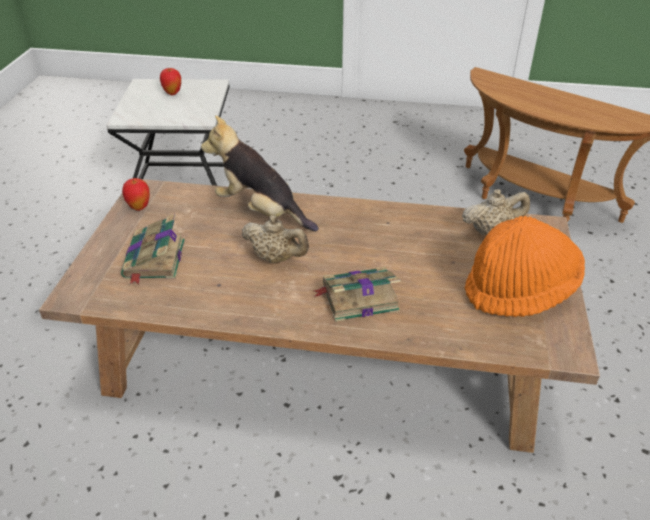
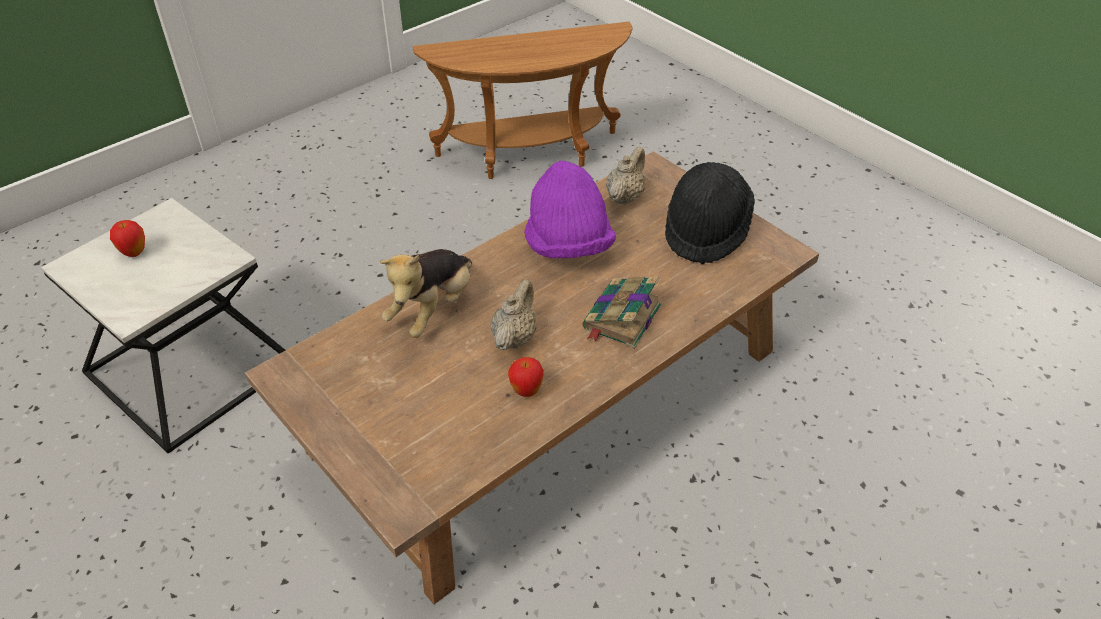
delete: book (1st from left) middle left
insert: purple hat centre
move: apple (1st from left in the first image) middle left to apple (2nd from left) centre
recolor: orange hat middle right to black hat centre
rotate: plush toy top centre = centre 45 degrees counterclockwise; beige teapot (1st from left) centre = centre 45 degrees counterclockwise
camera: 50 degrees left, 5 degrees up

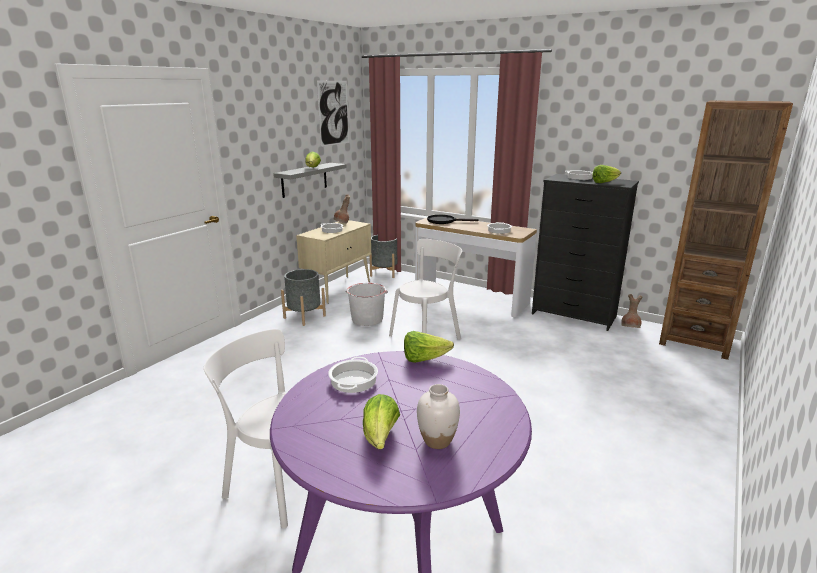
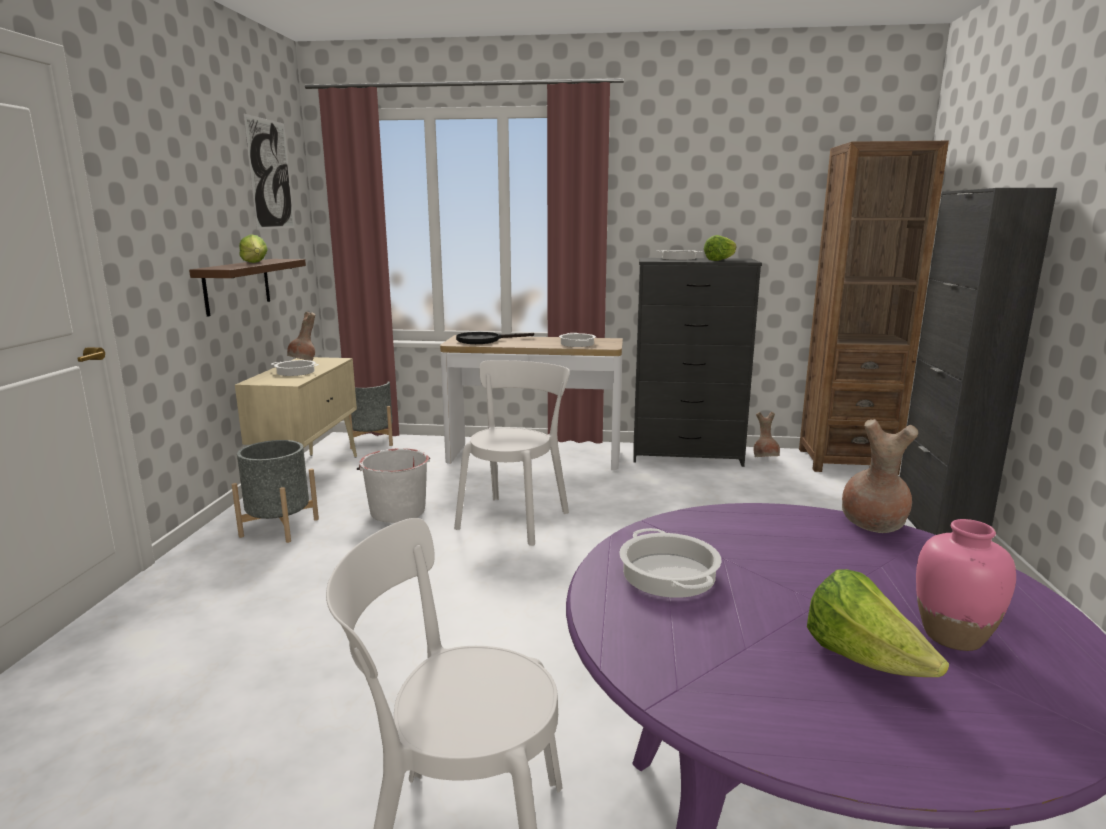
delete: lettuce (3rd from left) centre
insert: brown vase (3rd from left) middle right; black cabinet middle right
recolor: grey shelf top centre to brown shelf middle left; white vase bottom centre to pink vase bottom right
camera: 25 degrees left, 5 degrees down

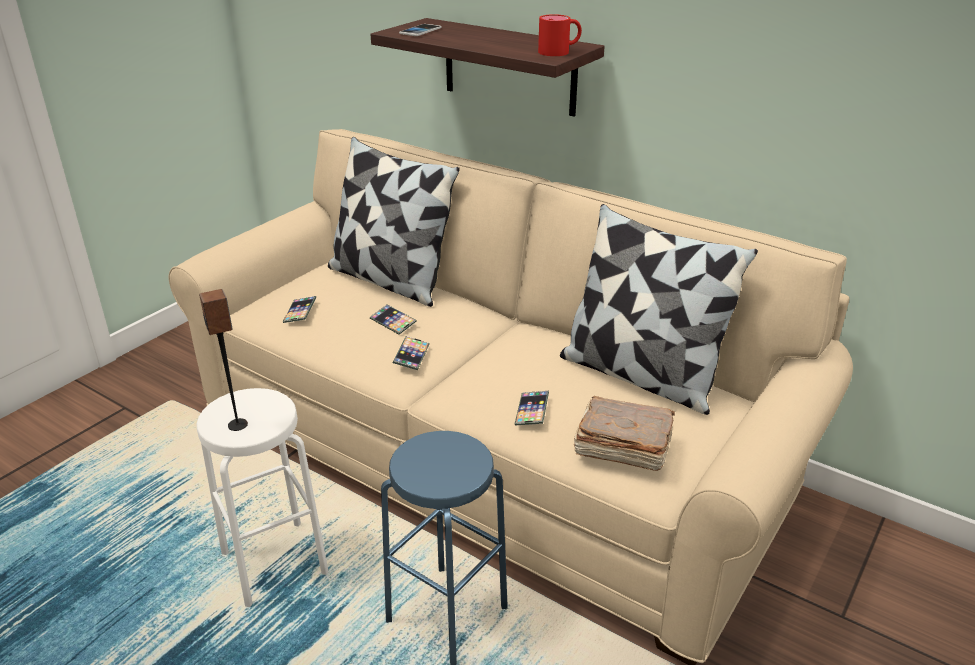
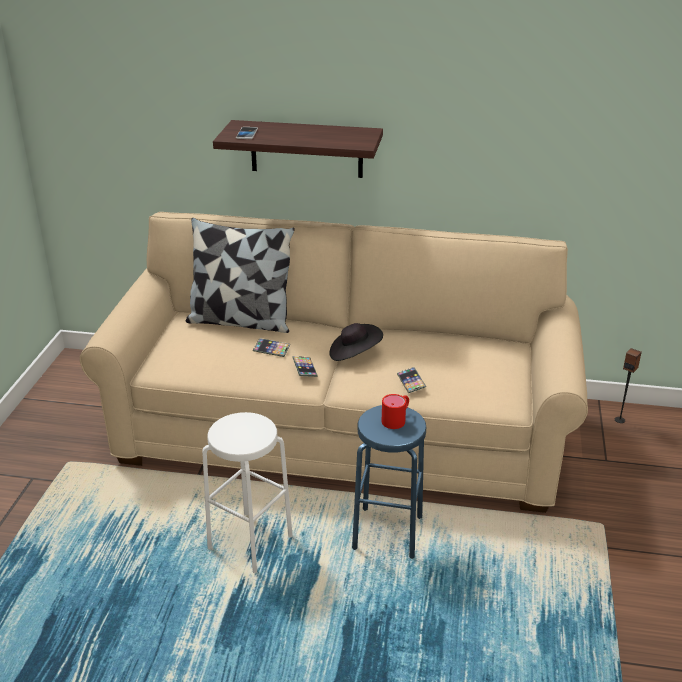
delete: phone (1st from left) middle left; pillow (2nd from left) middle right; brown book centre
insert: black hat centre
move: speaker middle left to middle right; red mug top centre to centre
camera: 25 degrees left, 0 degrees up

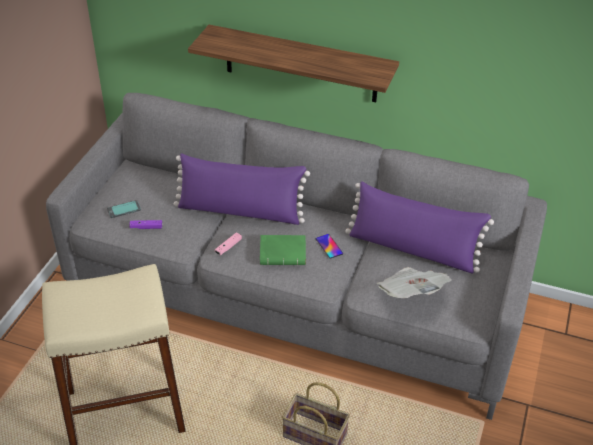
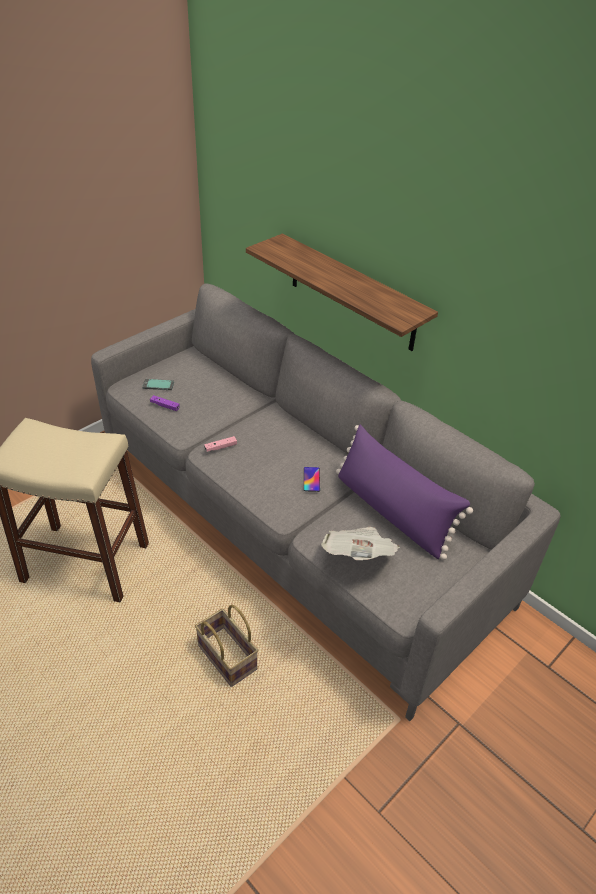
delete: purple pillow (1st from left) centre; green book centre
camera: 25 degrees right, 0 degrees up

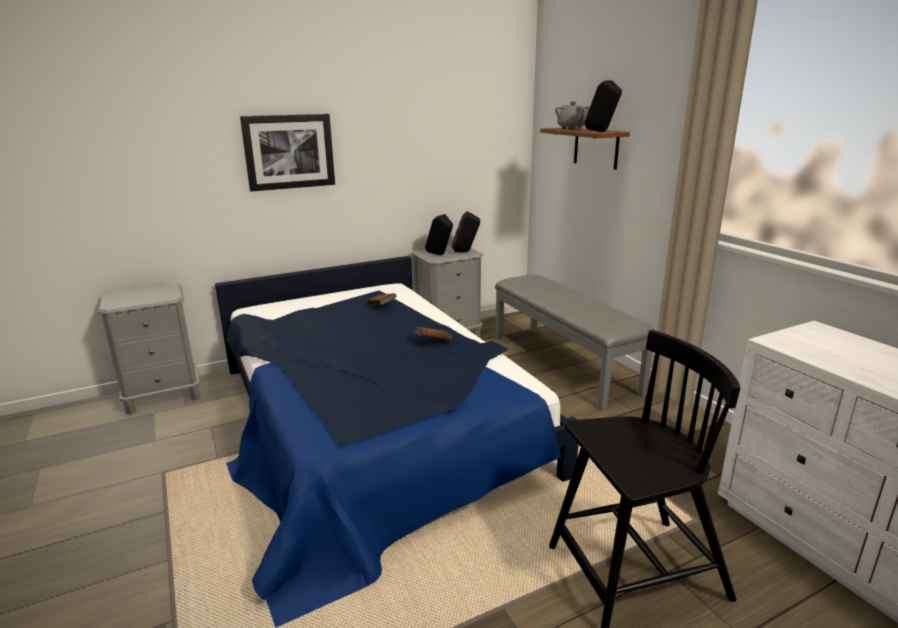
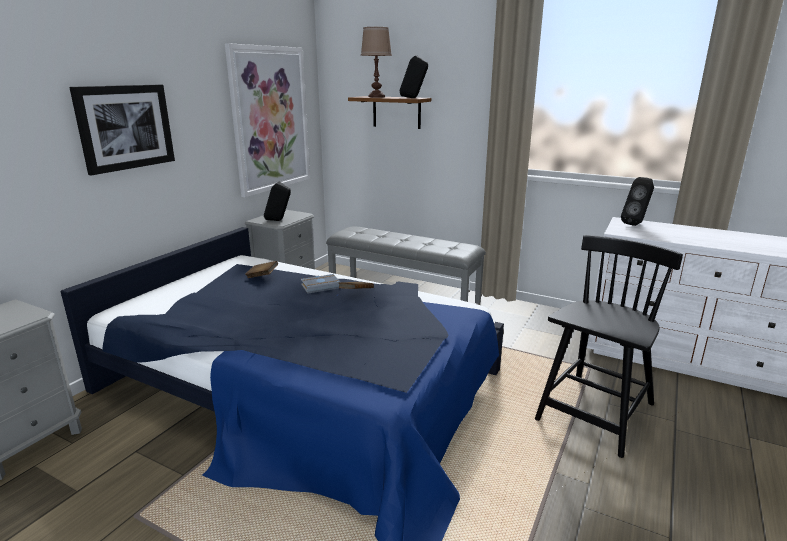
insert: picture (2nd from left) top centre; grey book centre
move: black speaker (2nd from left in the first image) centre to black speaker (3rd from left) middle right
replace: grey teapot top centre to brown table lamp top centre
camera: 35 degrees left, 0 degrees up

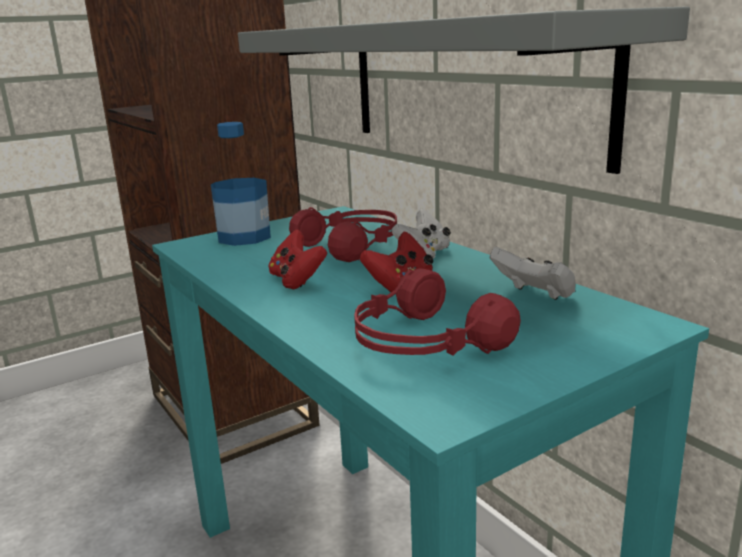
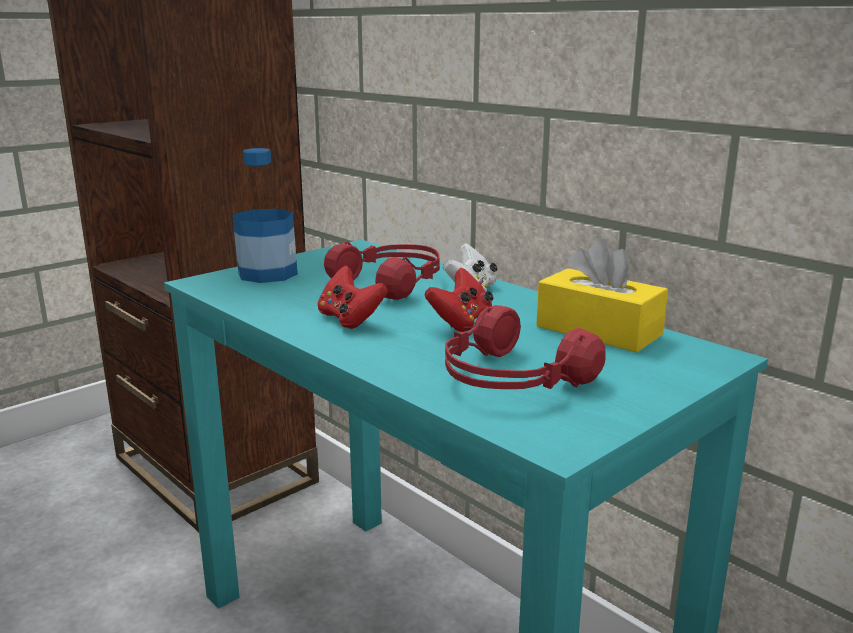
delete: grey shelf top centre
replace: white game controller (2nd from left) middle right to yellow tissue box middle right
camera: 10 degrees left, 0 degrees up

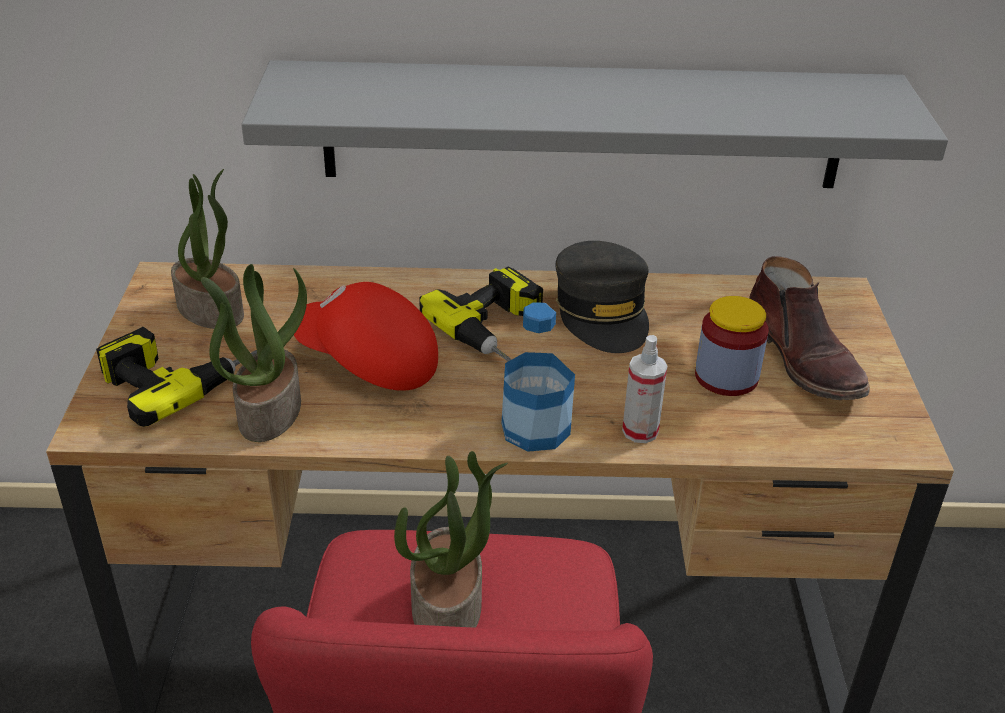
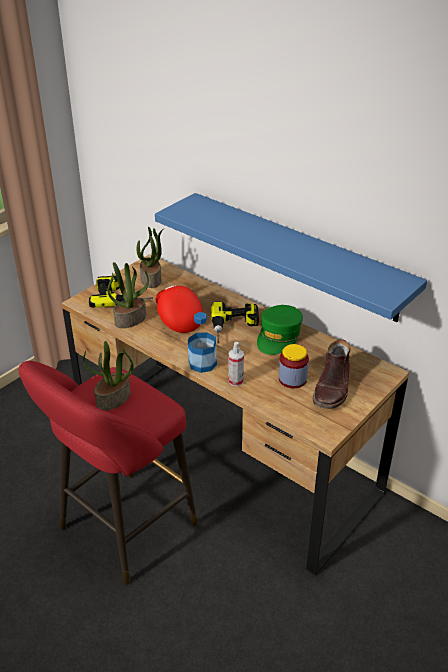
recolor: grey shelf top centre to blue shelf centre; grey cap centre to green cap centre
camera: 40 degrees right, 0 degrees up

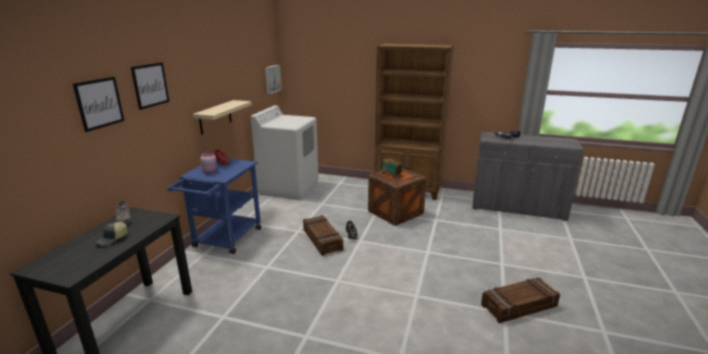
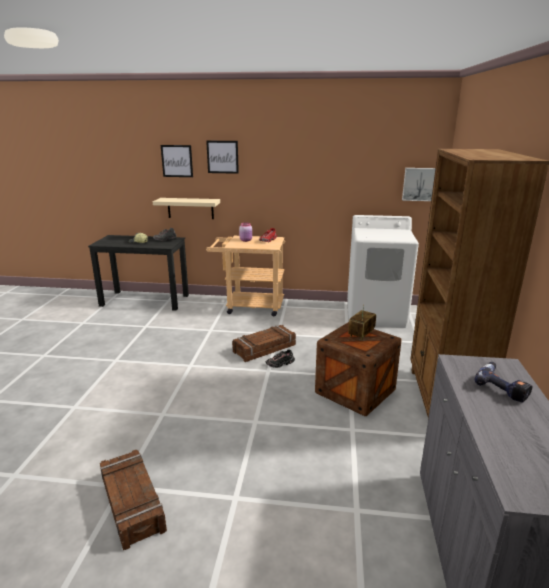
move: beige shelf top left to centre
recolor: blue cart middle left to beige cart centre
camera: 80 degrees right, 0 degrees up

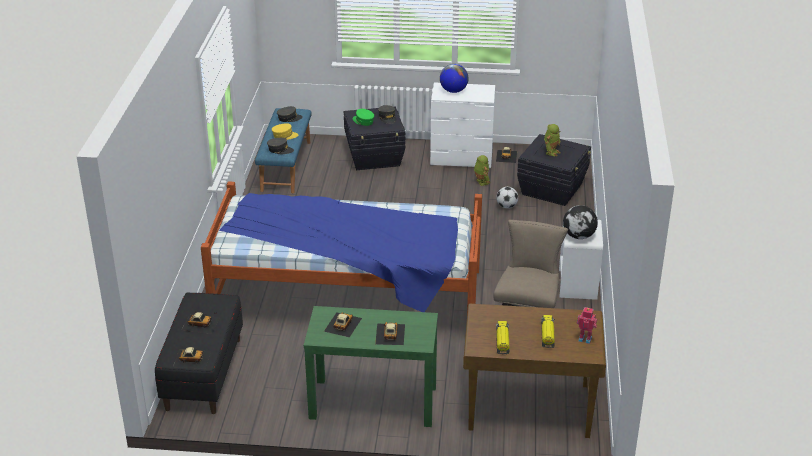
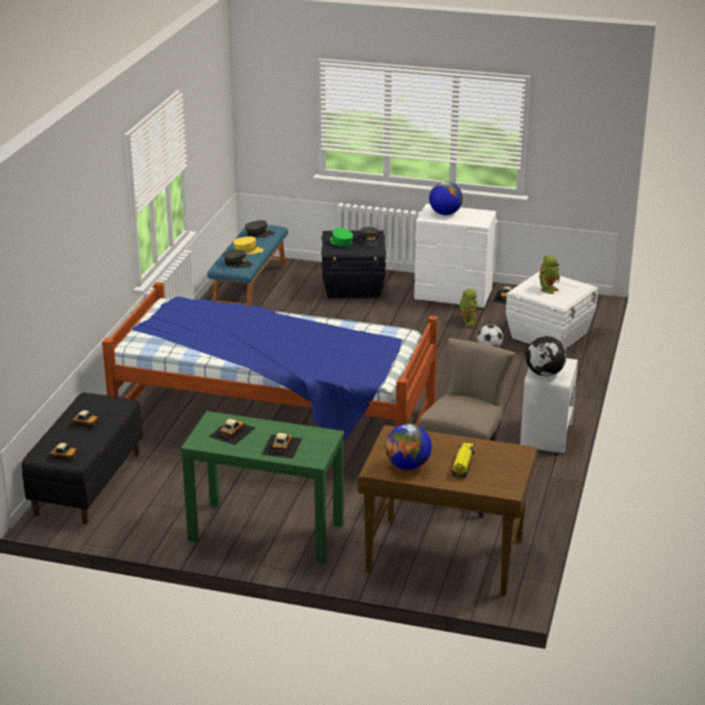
delete: toy robot (3rd from left) bottom right
replace: toy truck (1st from left) bottom centre to globe (1st from left) centre
recolor: black storage box (2nd from left) middle right to white storage box middle right
camera: 10 degrees right, 5 degrees down

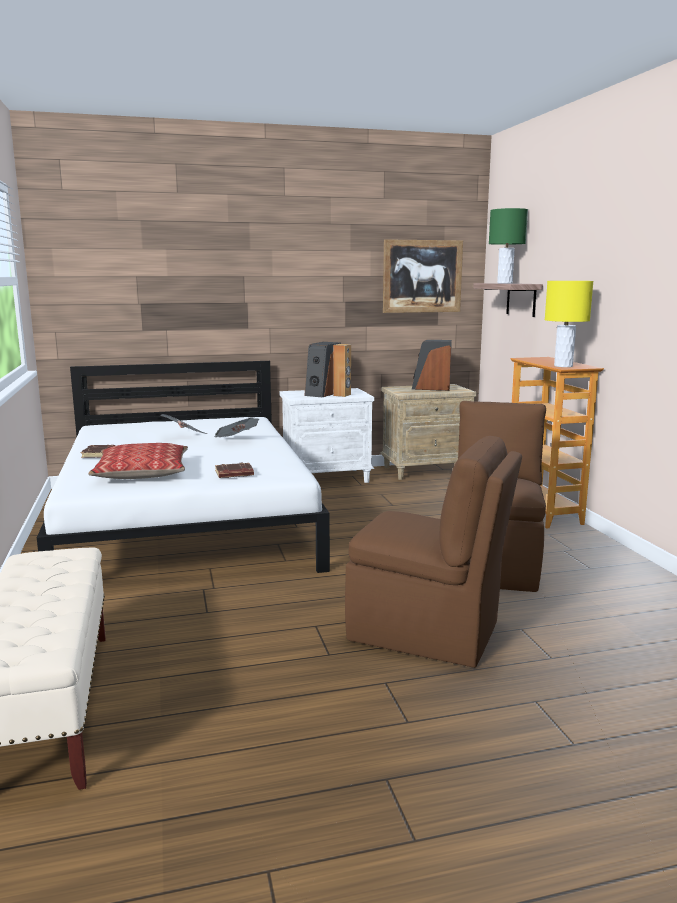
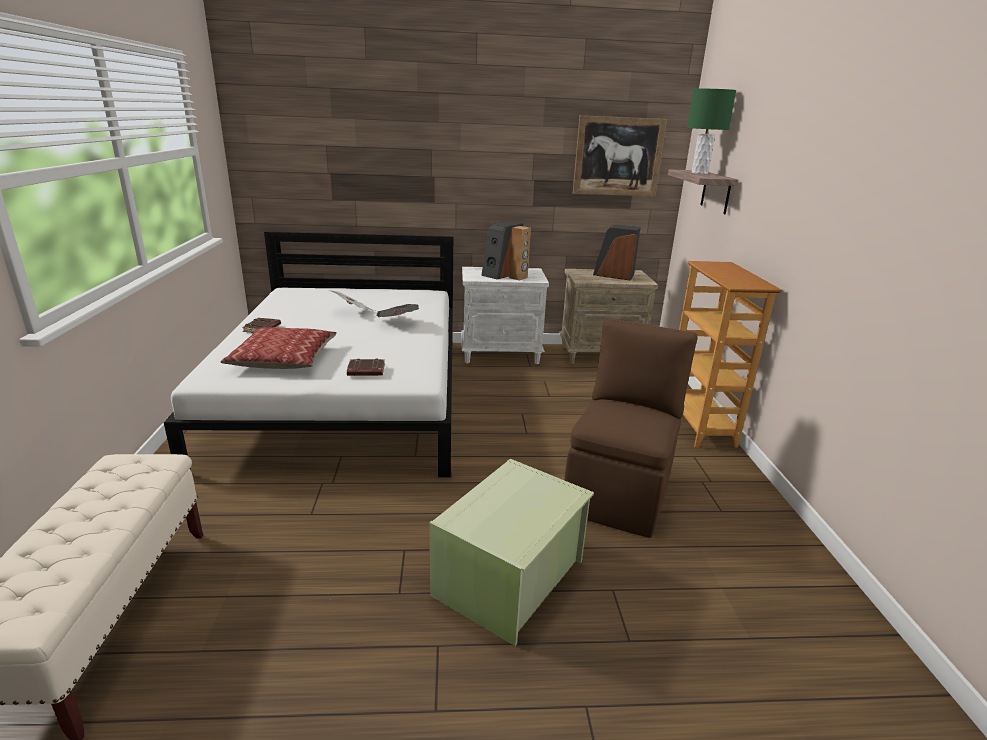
delete: yellow table lamp middle right
replace: brown chair (1st from left) centre to green storage box bottom centre
camera: 10 degrees right, 10 degrees up

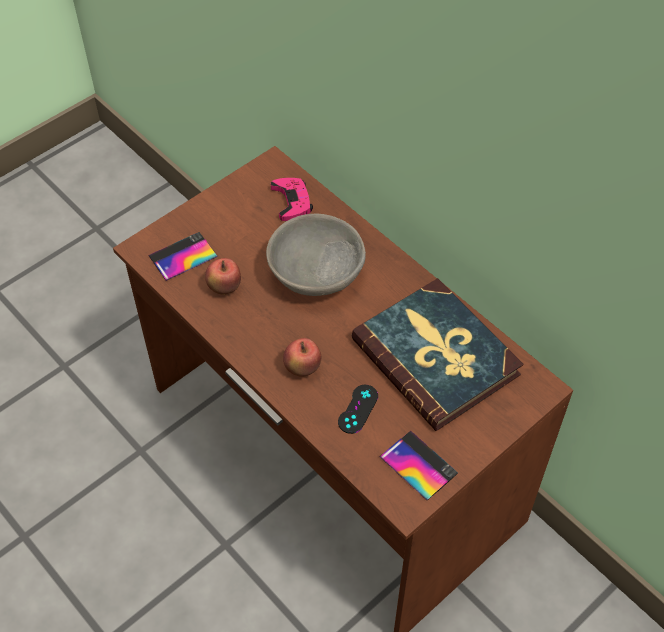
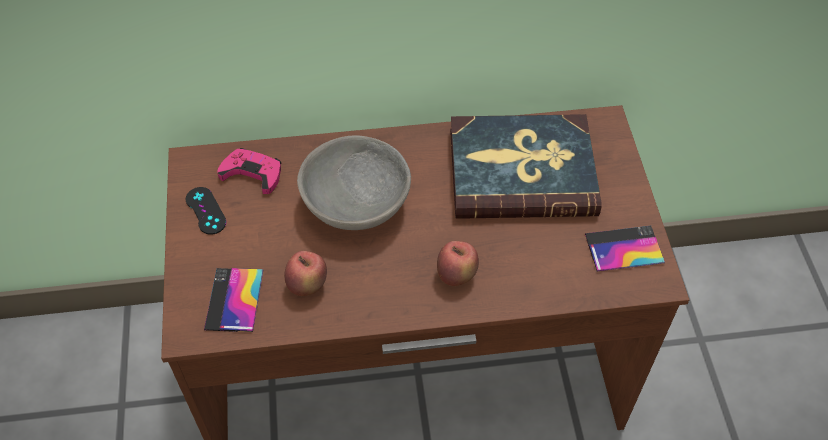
move: black game controller centre to middle left
camera: 55 degrees left, 0 degrees up

